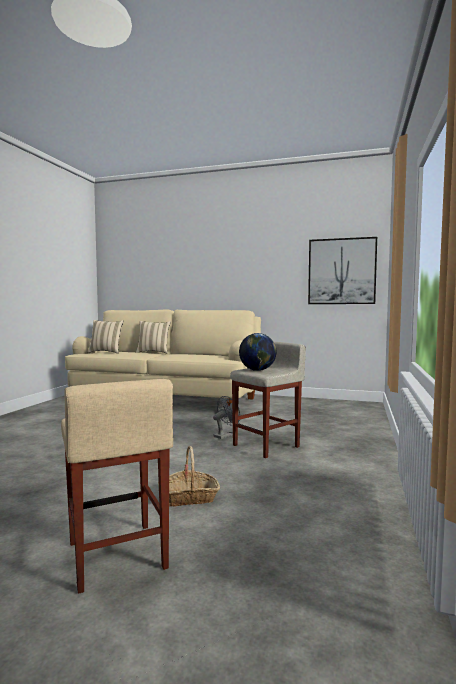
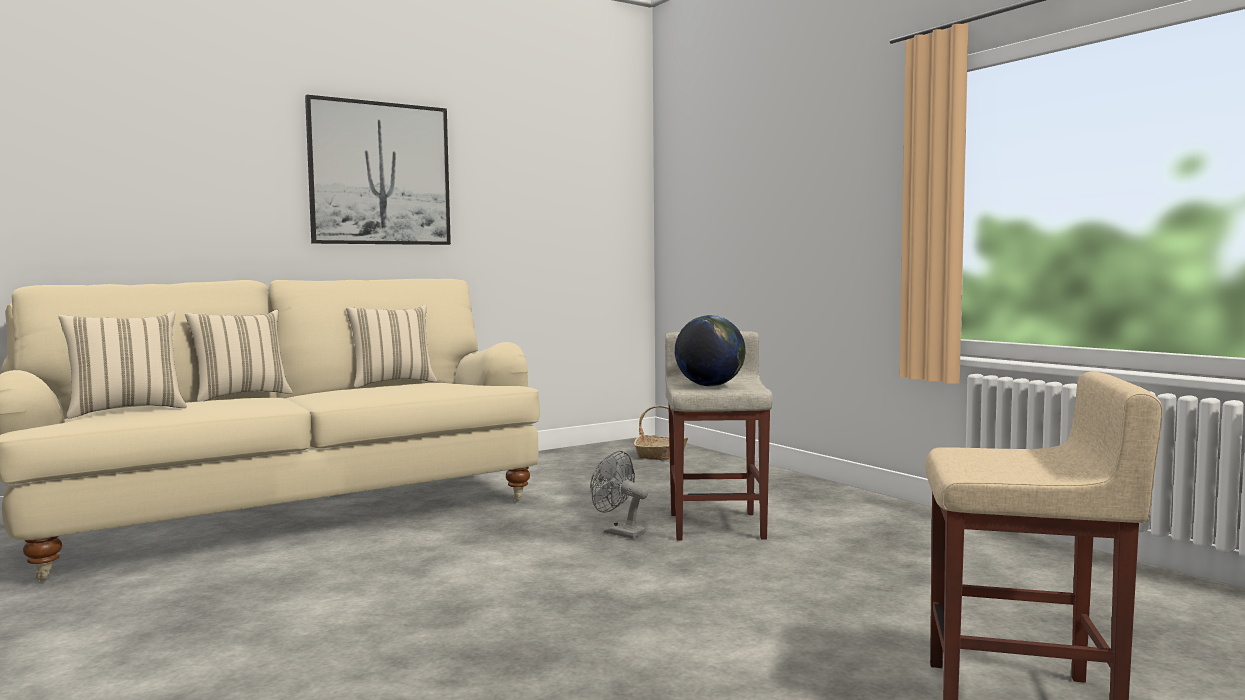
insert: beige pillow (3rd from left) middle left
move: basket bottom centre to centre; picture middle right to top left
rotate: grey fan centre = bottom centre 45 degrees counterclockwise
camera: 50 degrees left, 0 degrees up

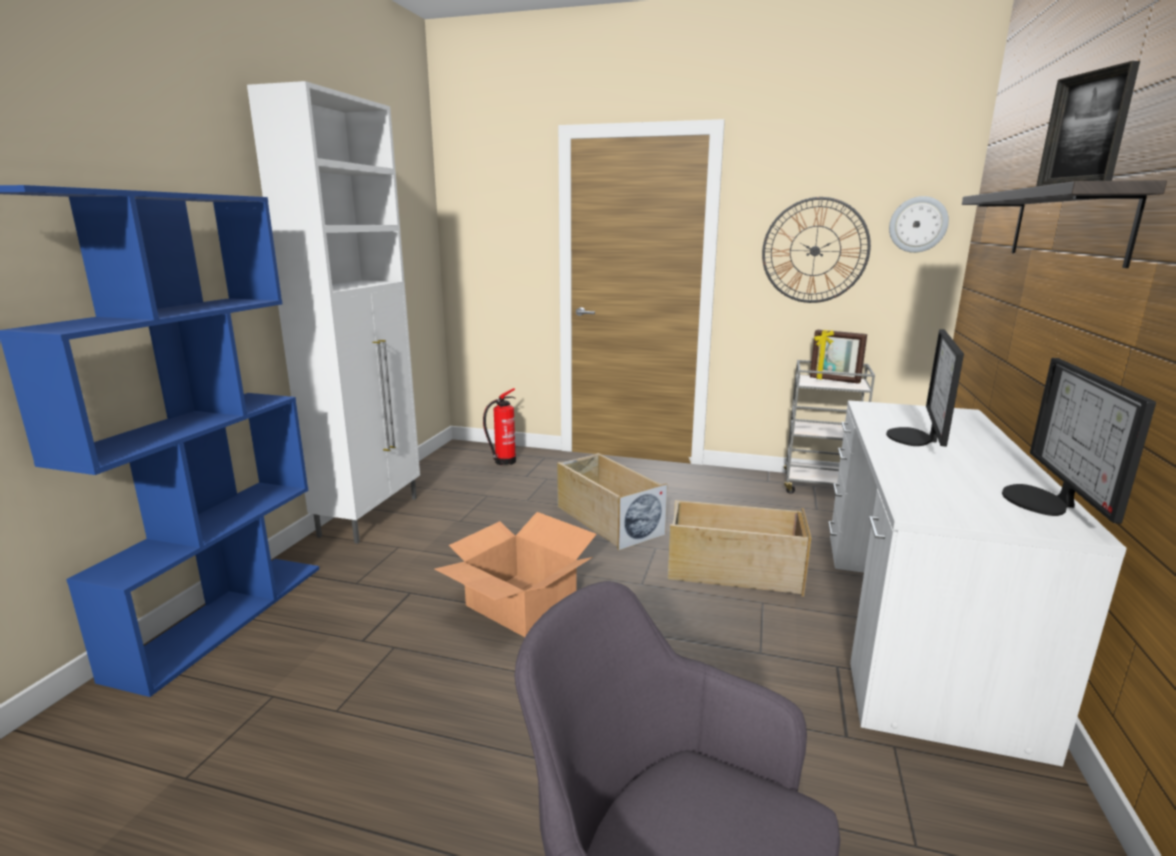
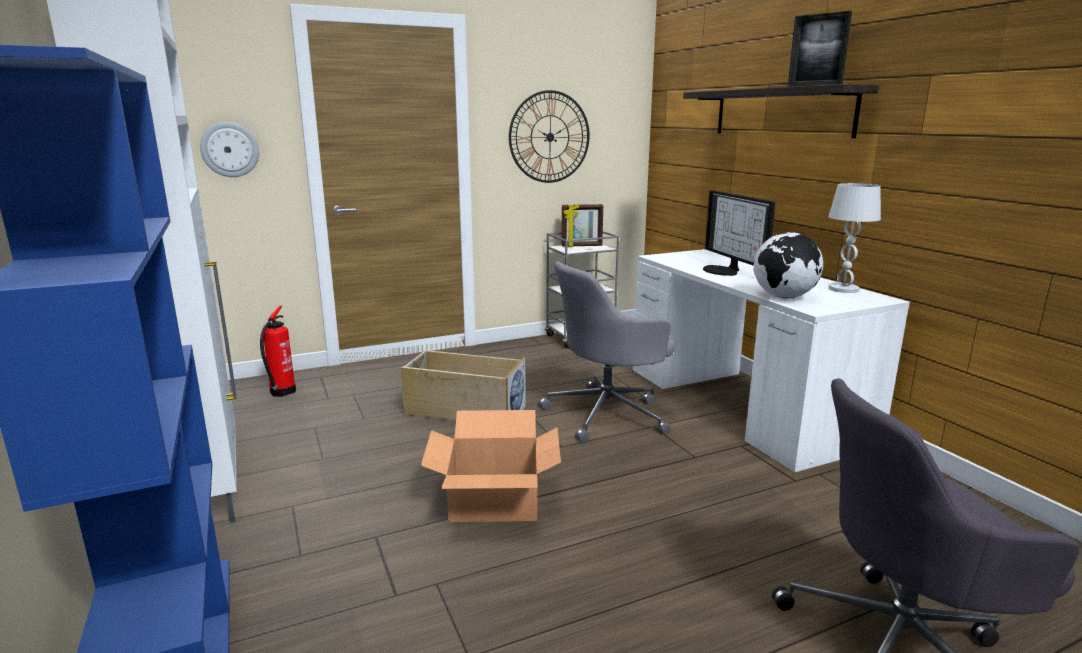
insert: globe middle right
move: wall clock (2nd from left in the first image) top right to wall clock (1st from left) top left
replace: beige storage box (2nd from left) centre to grey office chair (1st from left) centre; monitor (2nd from left) middle right to white table lamp middle right
camera: 40 degrees left, 0 degrees up

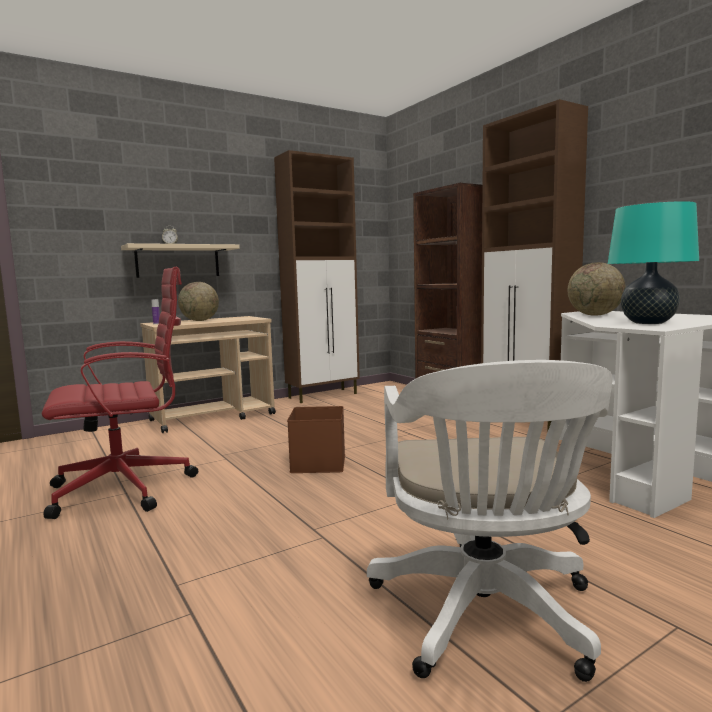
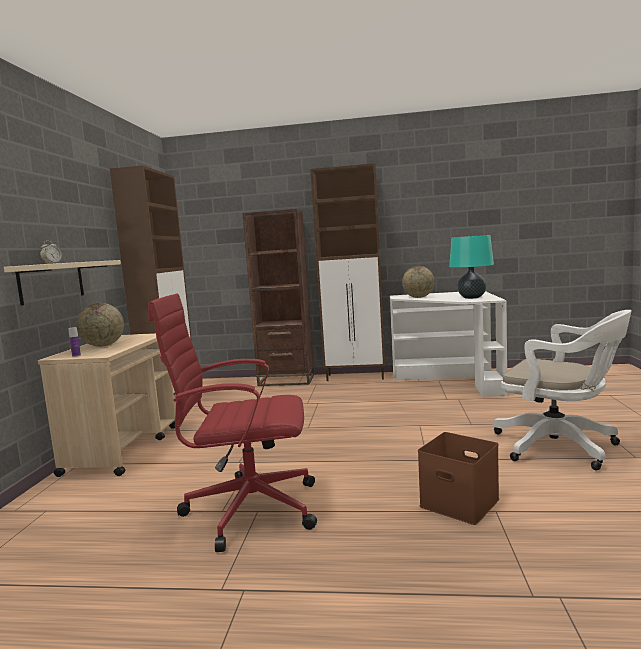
move: brown storage box centre to bottom right
rotate: red office chair middle left = centre 105 degrees counterclockwise
camera: 50 degrees left, 0 degrees up

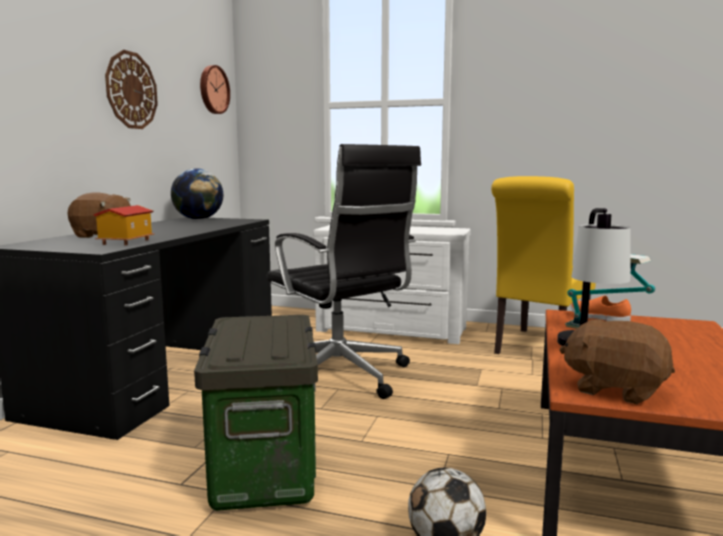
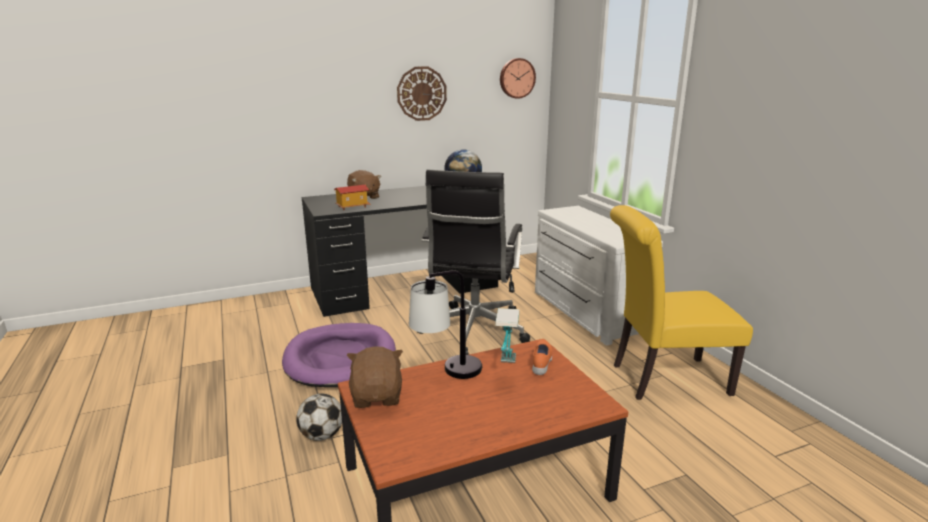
replace: storage box bottom centre to purple dog bed bottom centre
camera: 50 degrees right, 10 degrees up

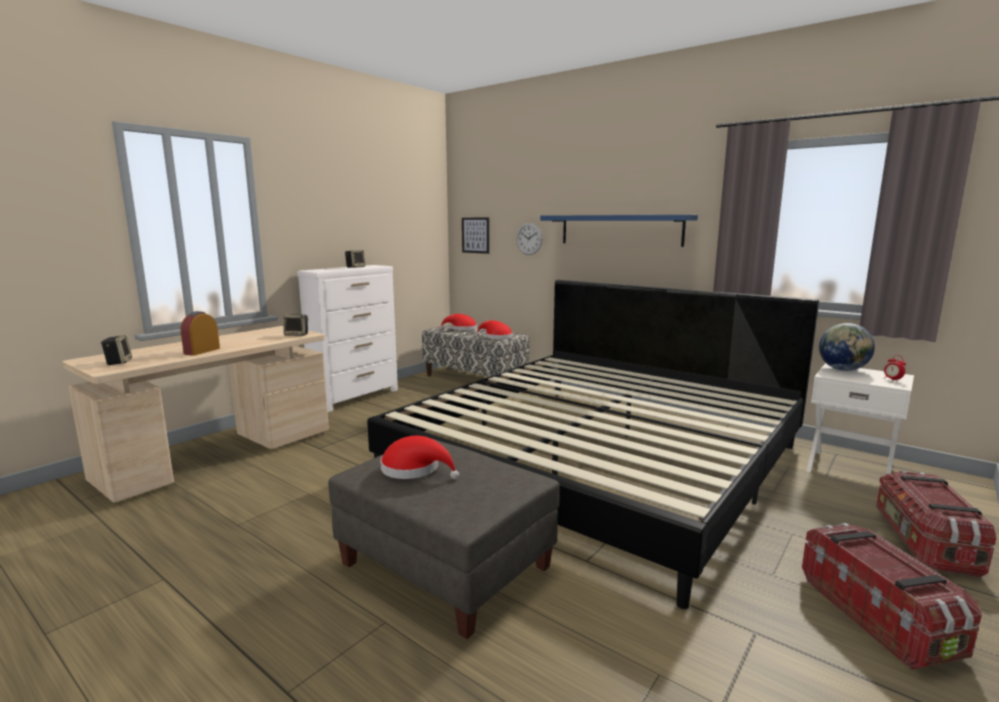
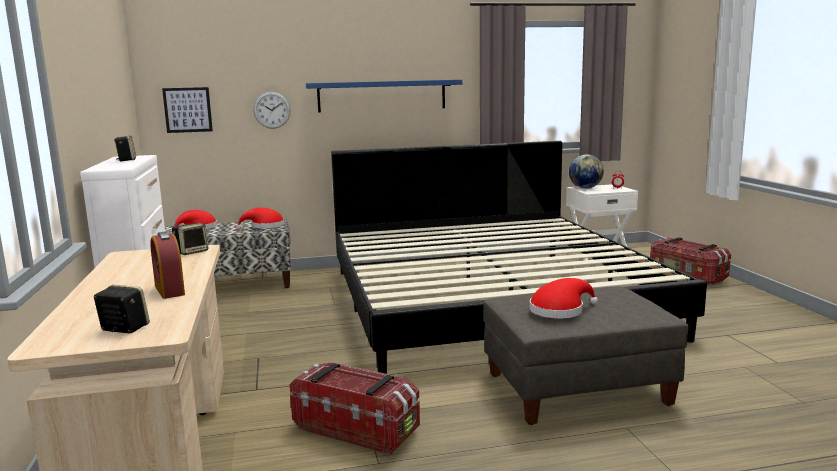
move: storage box (1st from left) bottom right to bottom centre
camera: 50 degrees left, 0 degrees up

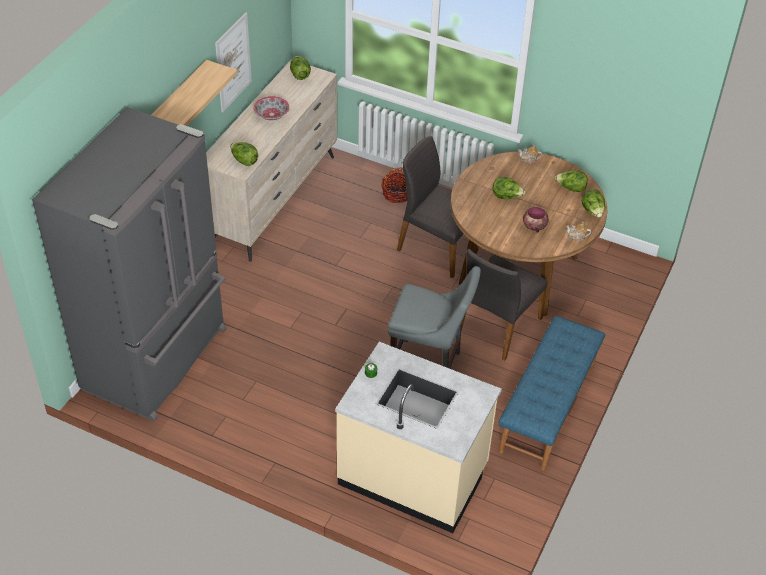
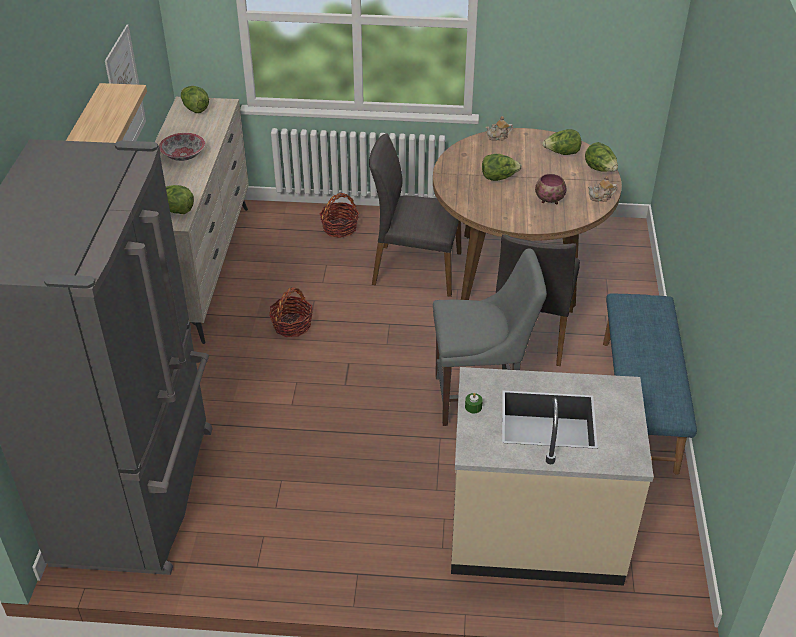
insert: basket (1st from left) centre
camera: 20 degrees left, 5 degrees down

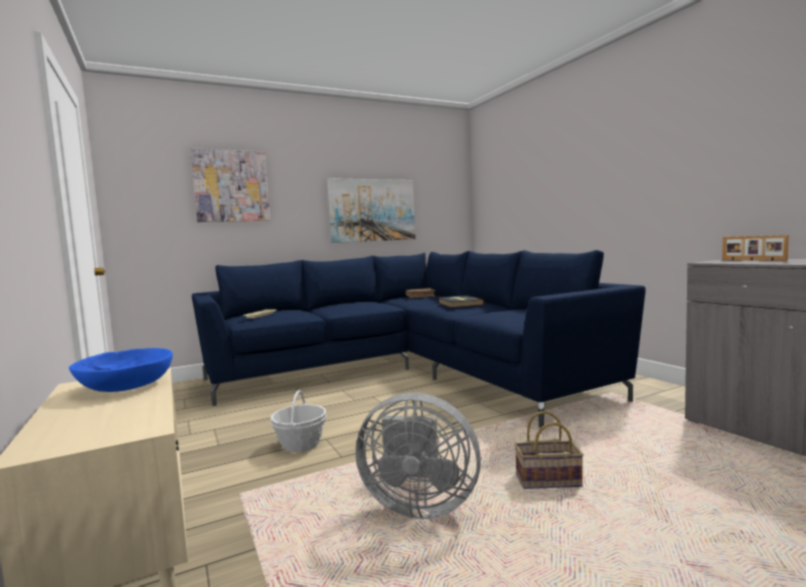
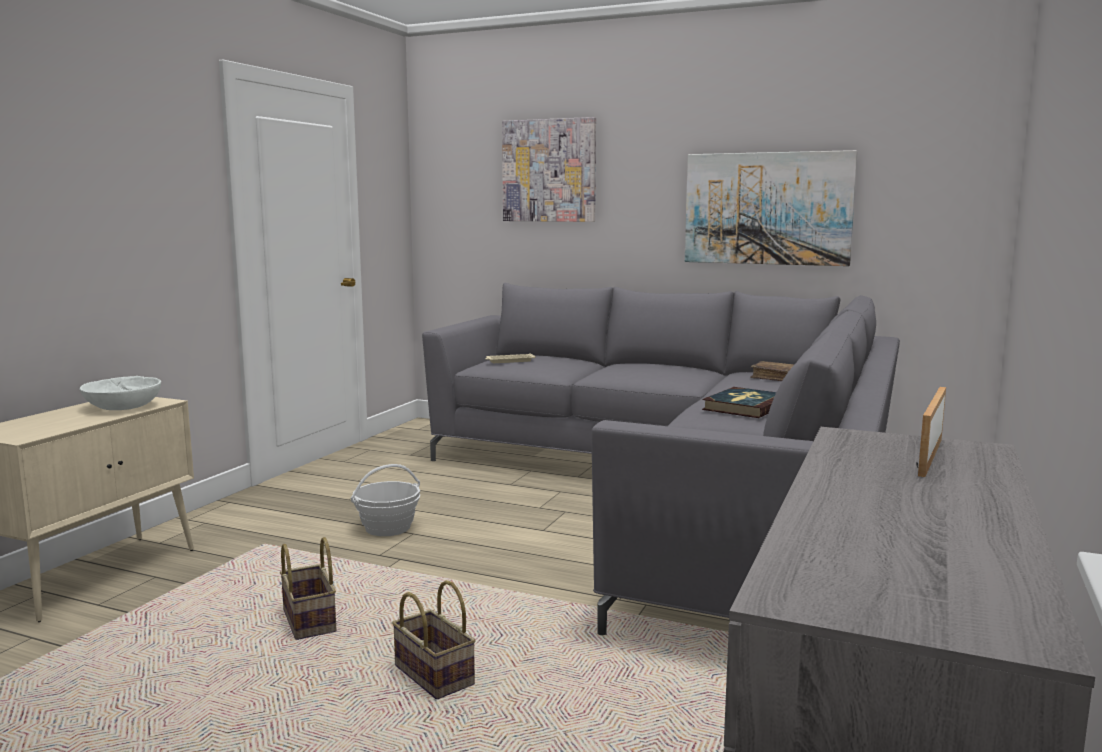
replace: grey fan bottom centre to basket (1st from left) bottom left
recolor: blue bowl middle left to white bowl middle left; blue sofa centre to grey sofa centre
camera: 50 degrees right, 5 degrees up

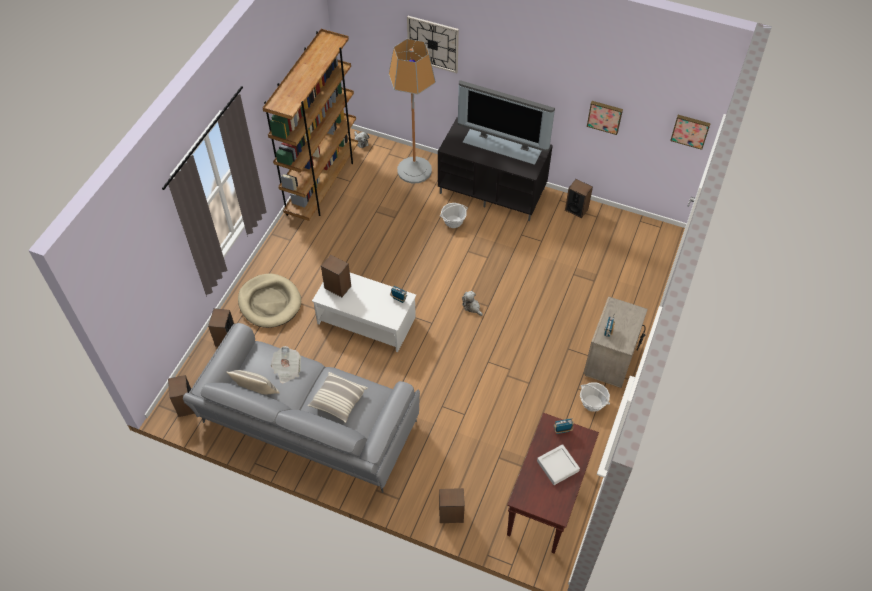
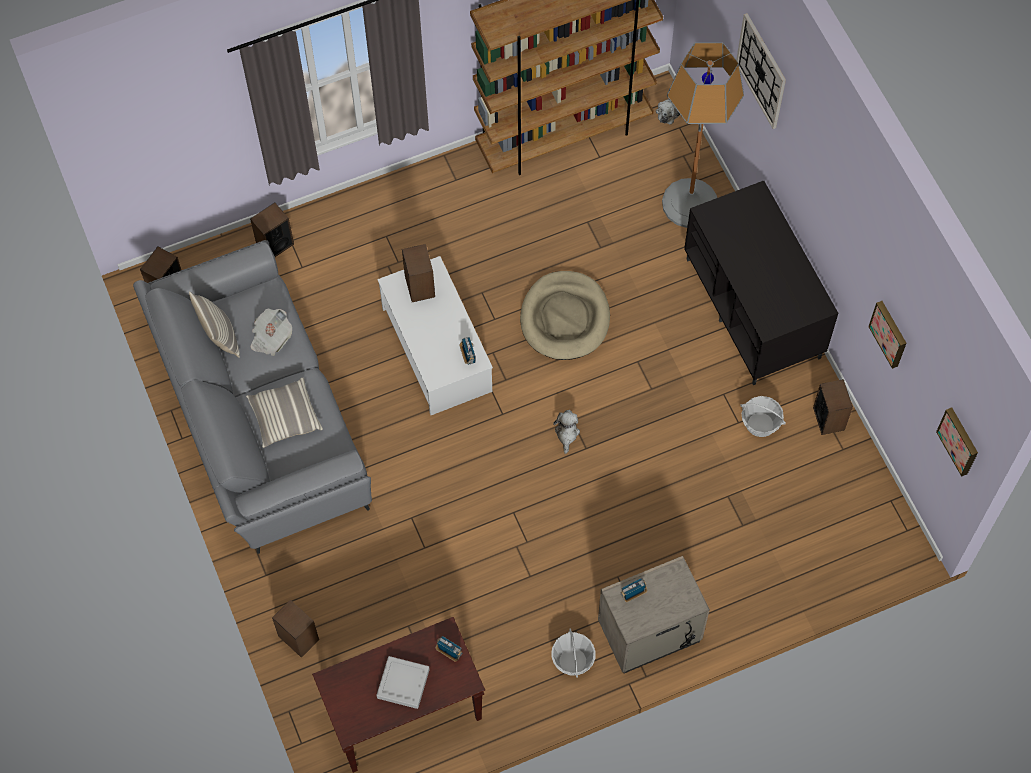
delete: television top centre
move: beige dog bed middle left to centre; basket (1st from left in the first image) centre to basket (2nd from left) middle right
camera: 45 degrees right, 10 degrees up

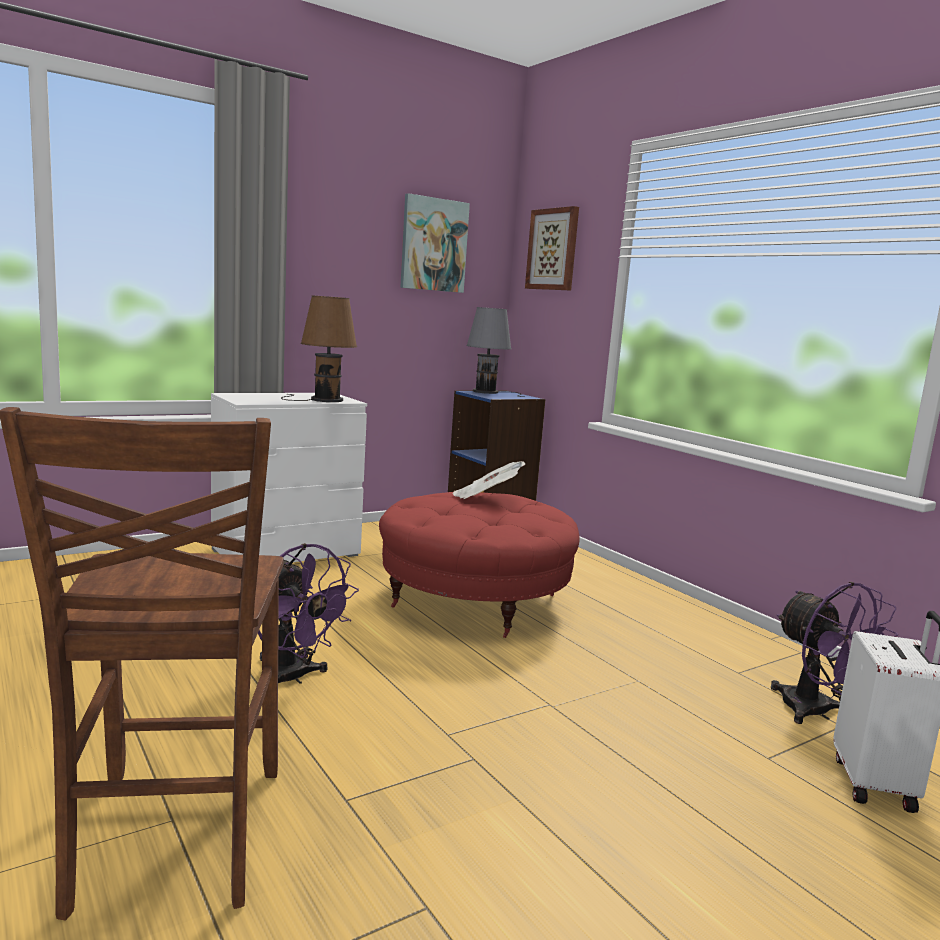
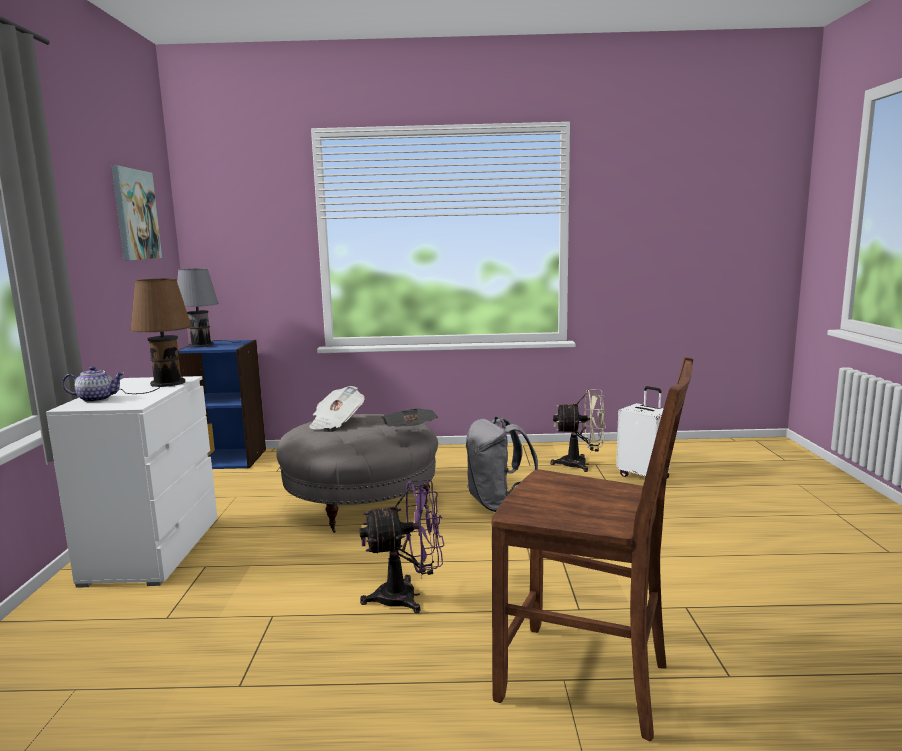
delete: picture (2nd from left) top centre
insert: teapot middle left; newspaper (2nd from left) centre; grey backpack centre
recolor: red ottoman centre to grey ottoman centre; purple fan (2nd from left) bottom right to beige fan centre
camera: 55 degrees left, 0 degrees up

